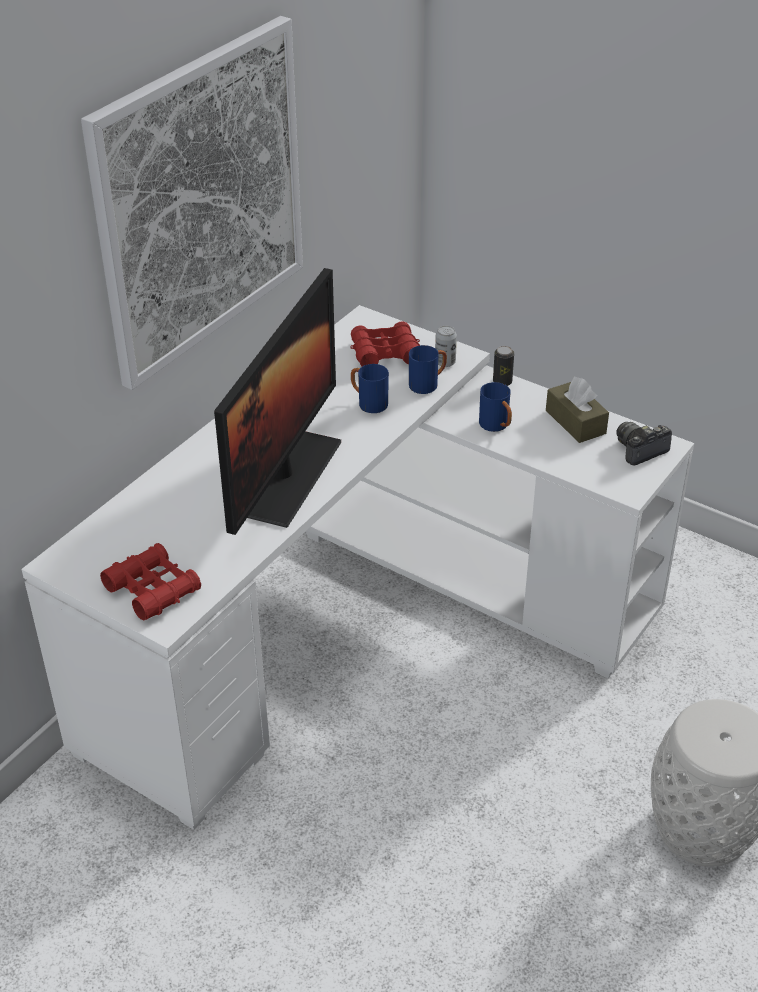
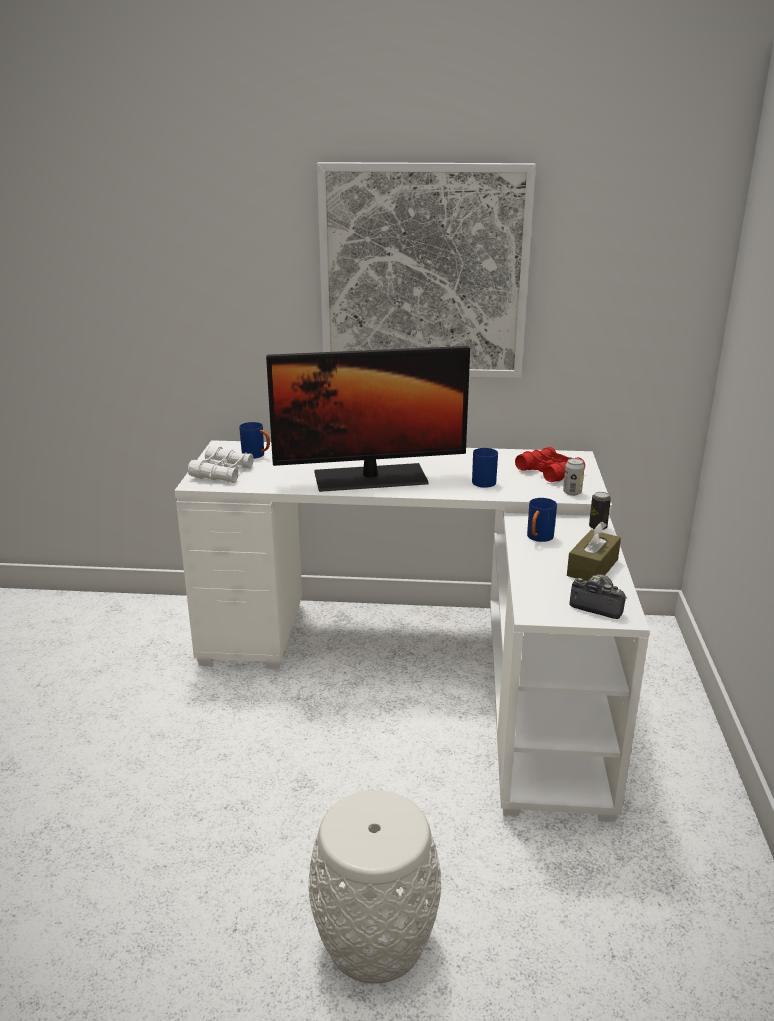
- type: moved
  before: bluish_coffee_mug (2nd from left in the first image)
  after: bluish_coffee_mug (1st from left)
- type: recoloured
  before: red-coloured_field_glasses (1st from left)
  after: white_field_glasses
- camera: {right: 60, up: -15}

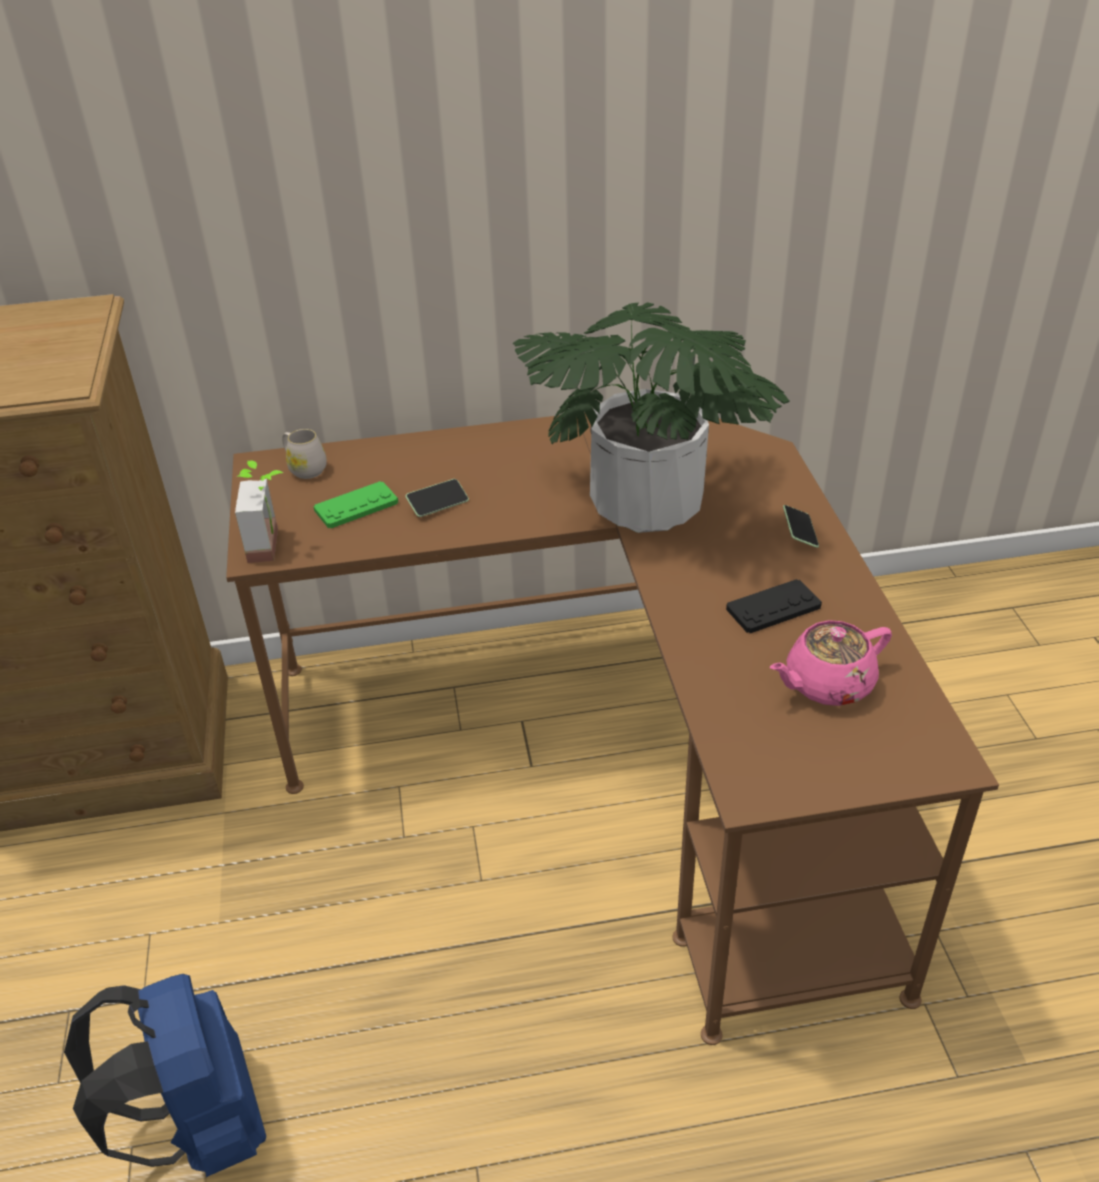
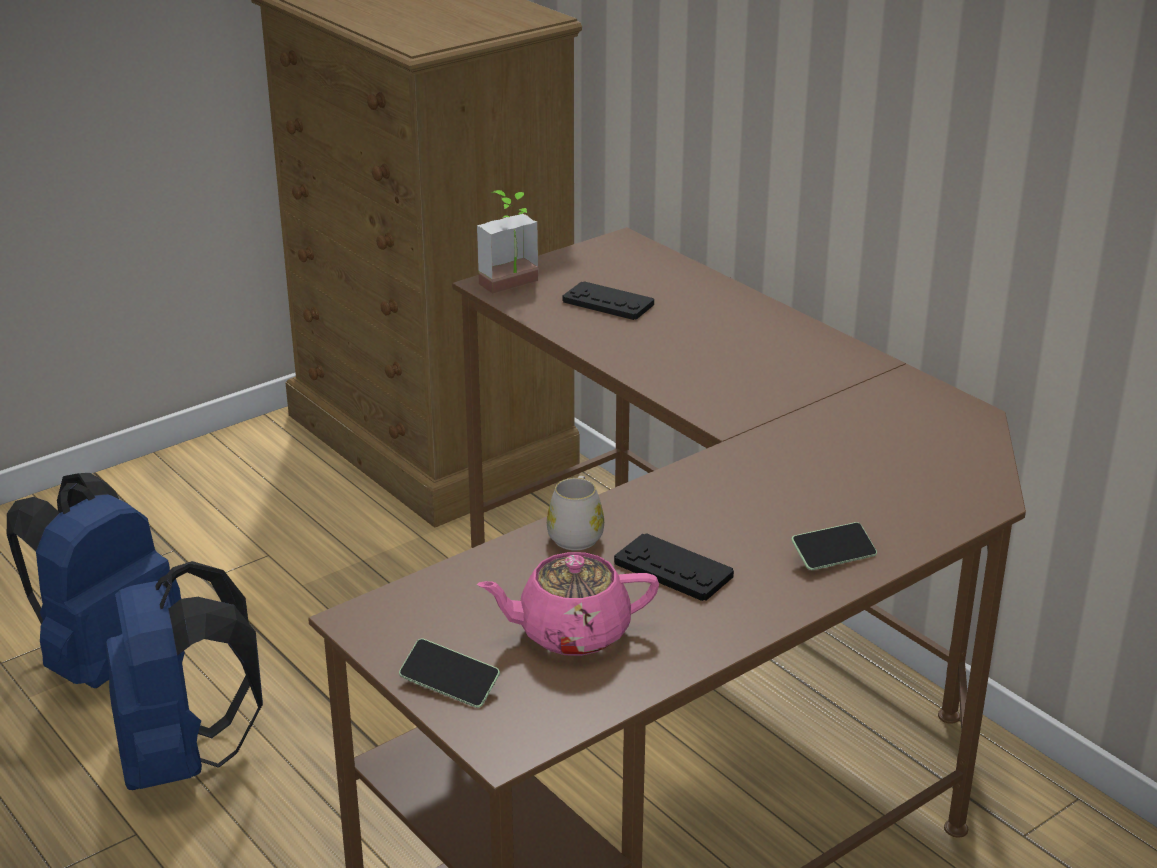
- type: removed
  before: houseplant (2nd from left)
- type: added
  after: bluish_rucksack (2nd from left)
- type: moved
  before: white_coffee_mug
- type: moved
  before: handset (1st from left)
- type: recoloured
  before: green_joypad
  after: black-coloured_joypad (1st from left)
- type: turned
  before: pink-coloured_tea_pot
  turn: -45
- camera: {right: 60, up: -10}

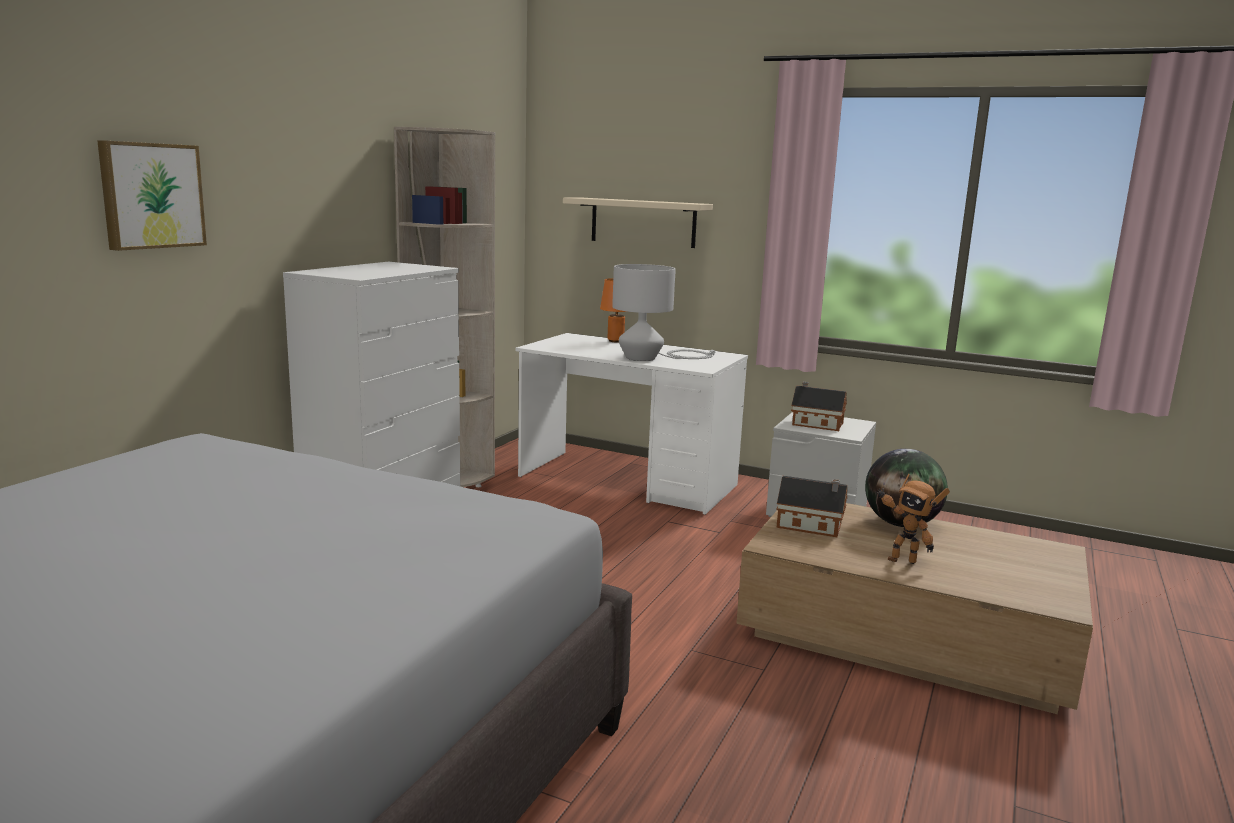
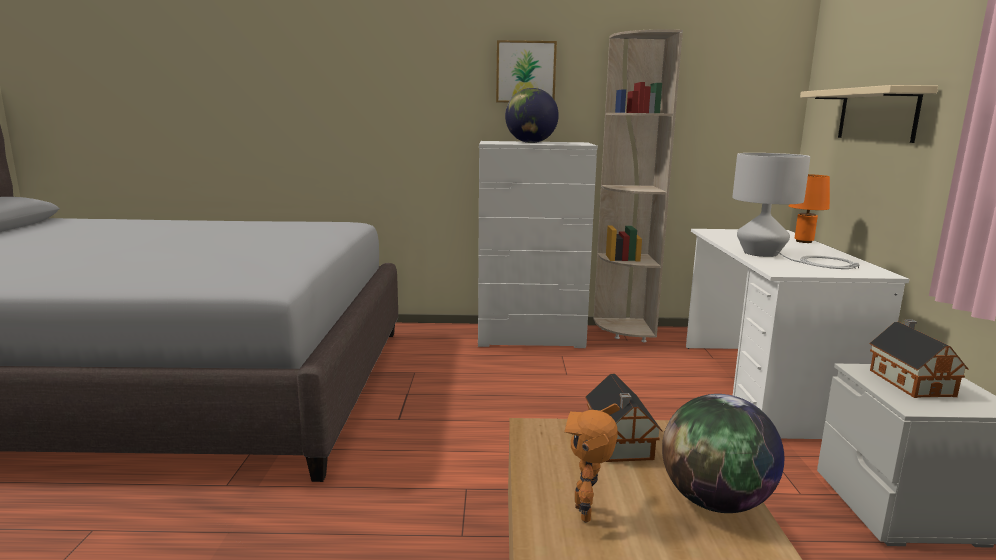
- type: added
  after: desk_globe (1st from left)
- type: moved
  before: wall_picture
- camera: {right: 65, up: 0}

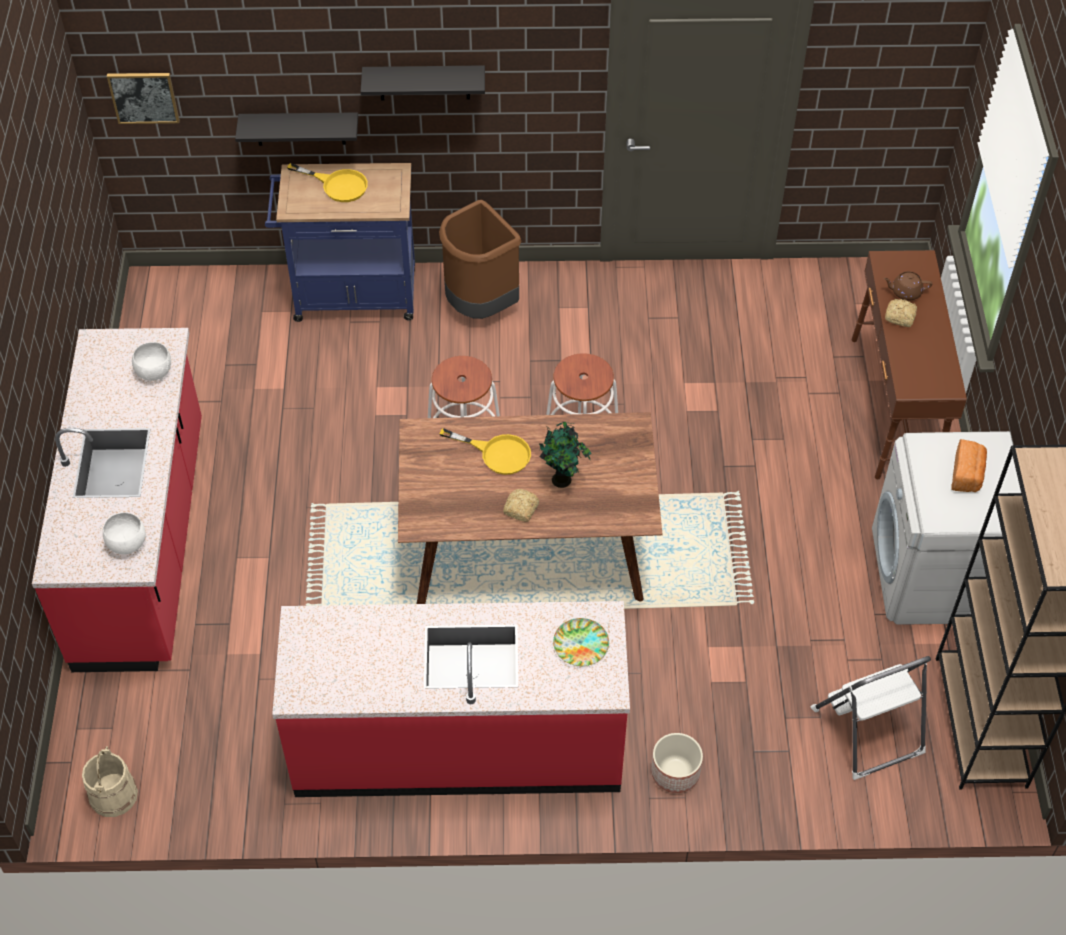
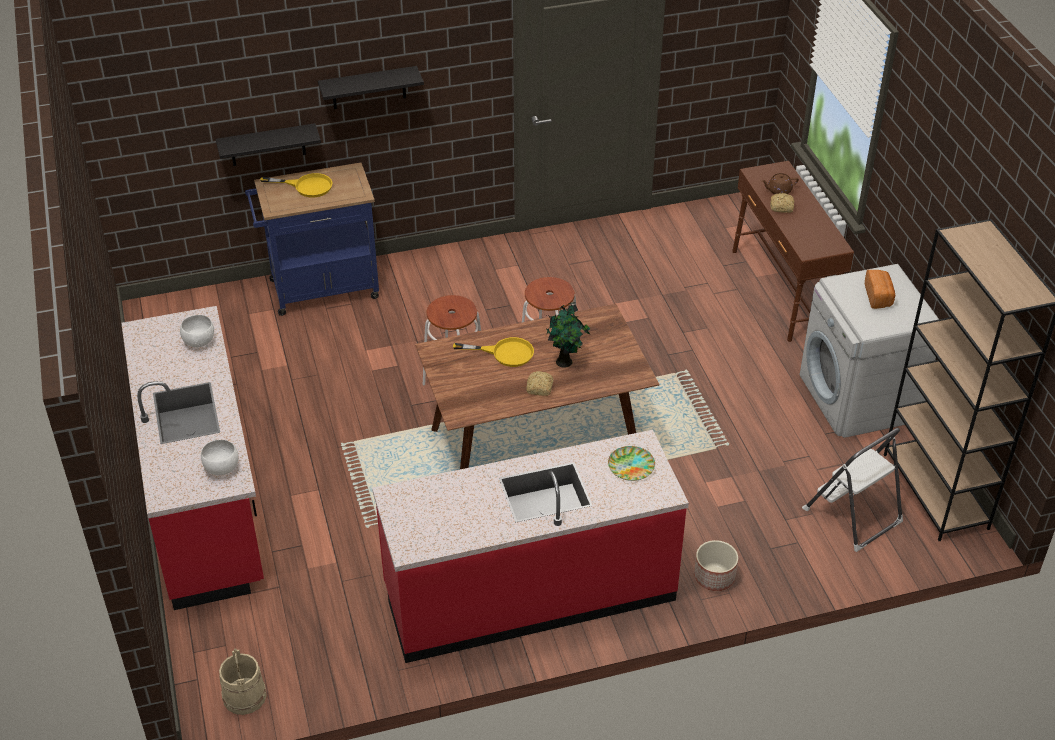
- type: removed
  before: wall_picture
- type: removed
  before: brown-coloured_rubbish_bin
- camera: {right: -15, up: -10}

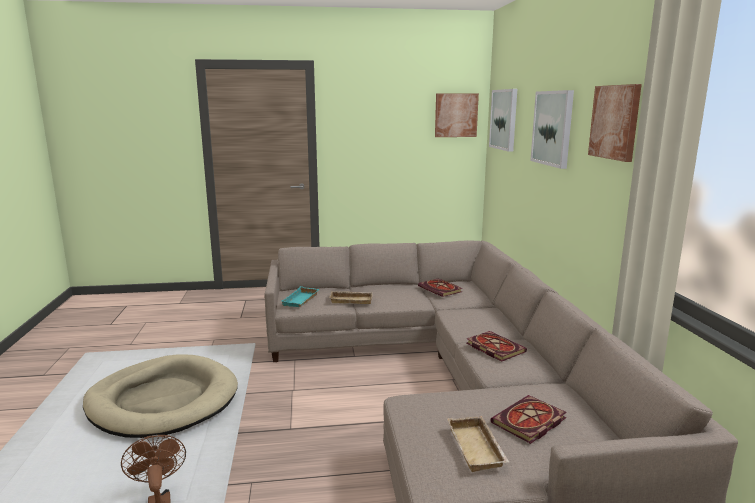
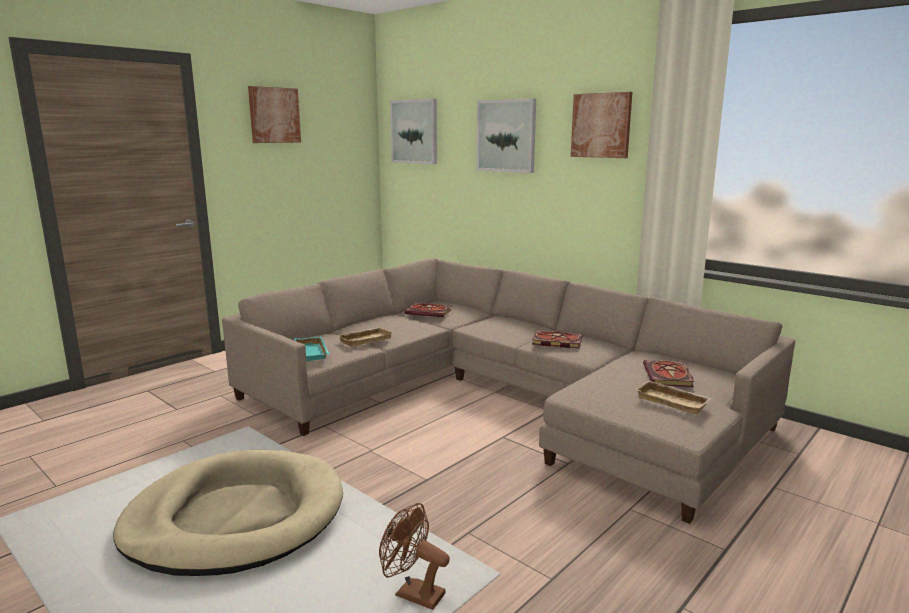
- type: moved
  before: wall_picture (1st from left)
- camera: {right: -40, up: 0}

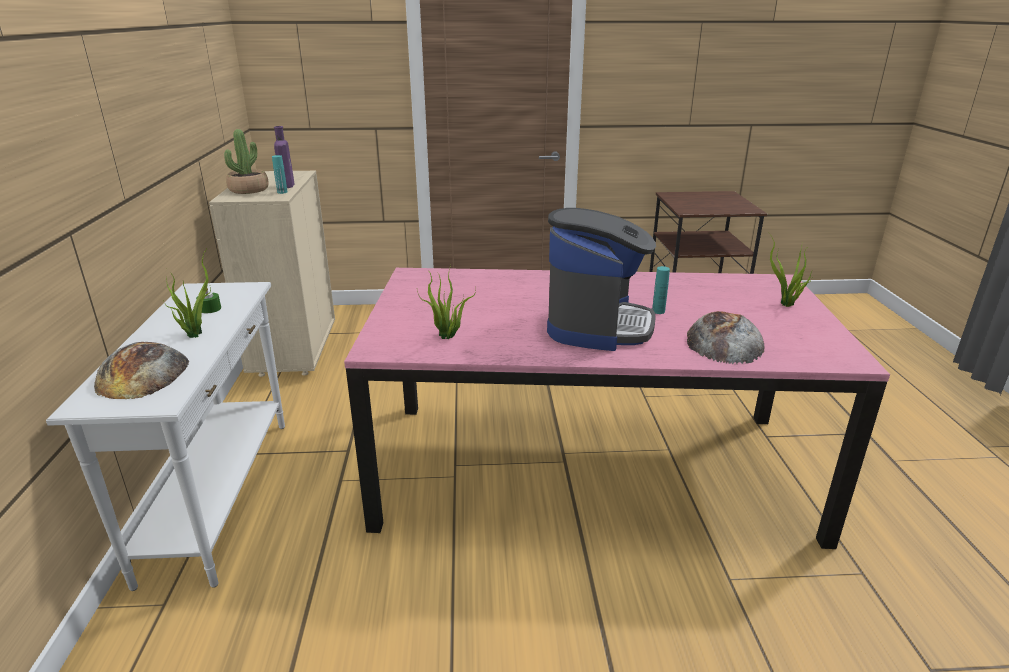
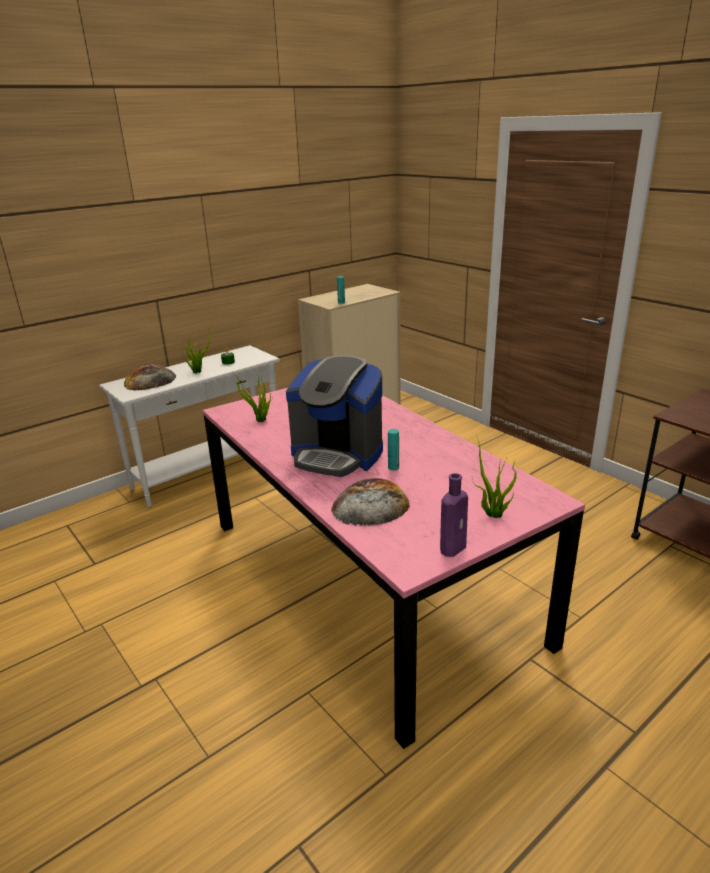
- type: removed
  before: houseplant (2nd from left)
- type: moved
  before: purple_bottle
- type: turned
  before: coffee_brewer
  turn: 45
- camera: {right: 55, up: 0}

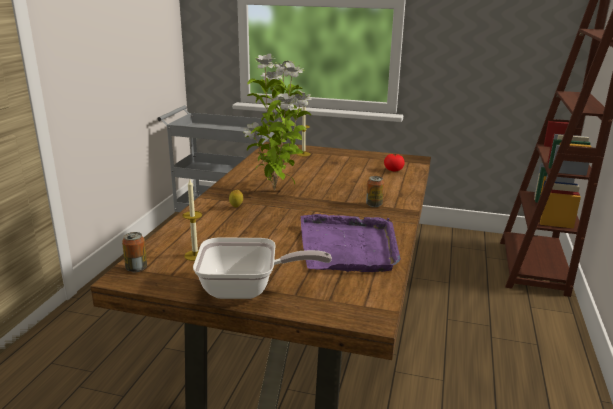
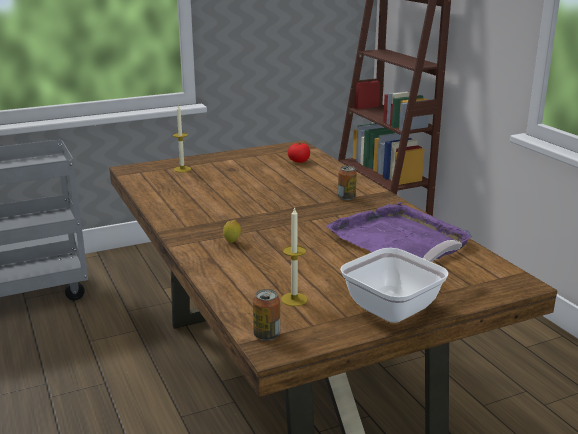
- type: removed
  before: houseplant
- camera: {right: -40, up: 0}

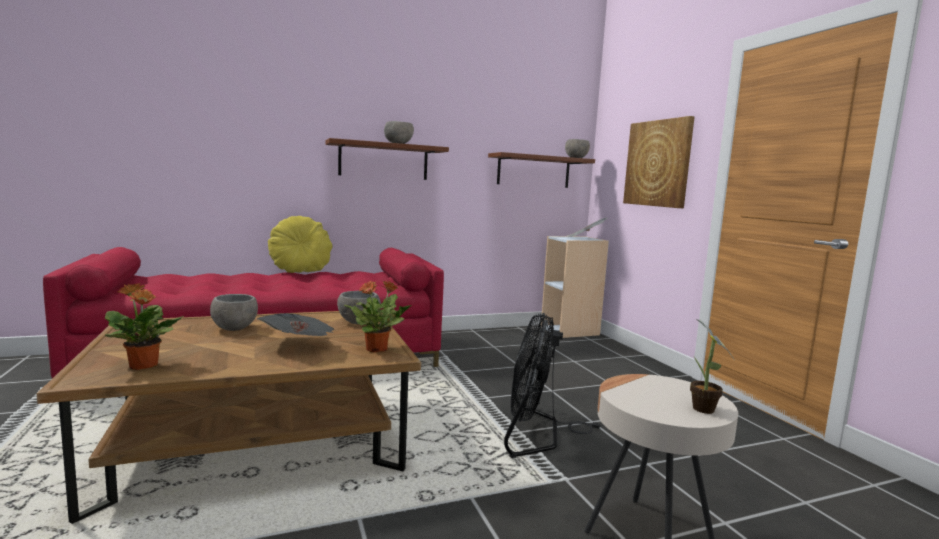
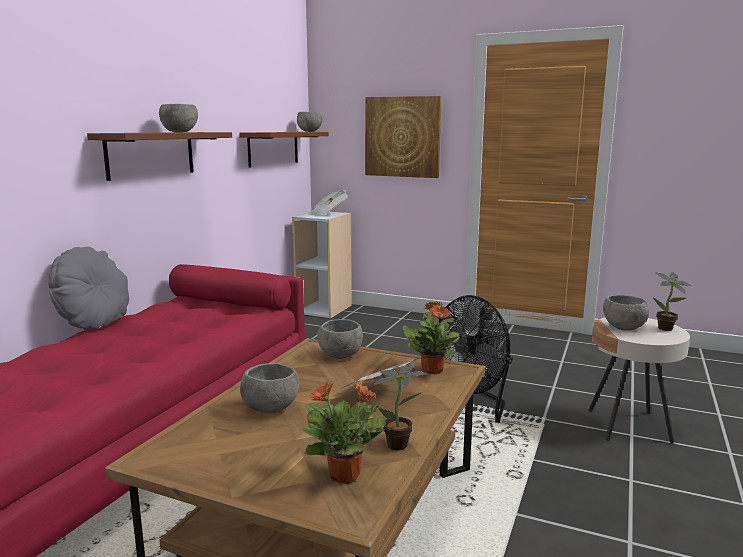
- type: added
  after: houseplant (2nd from left)
- type: added
  after: gray_bowl (5th from left)
- type: recoloured
  before: yellowish_pillow
  after: gray_pillow
- camera: {right: -45, up: 5}

